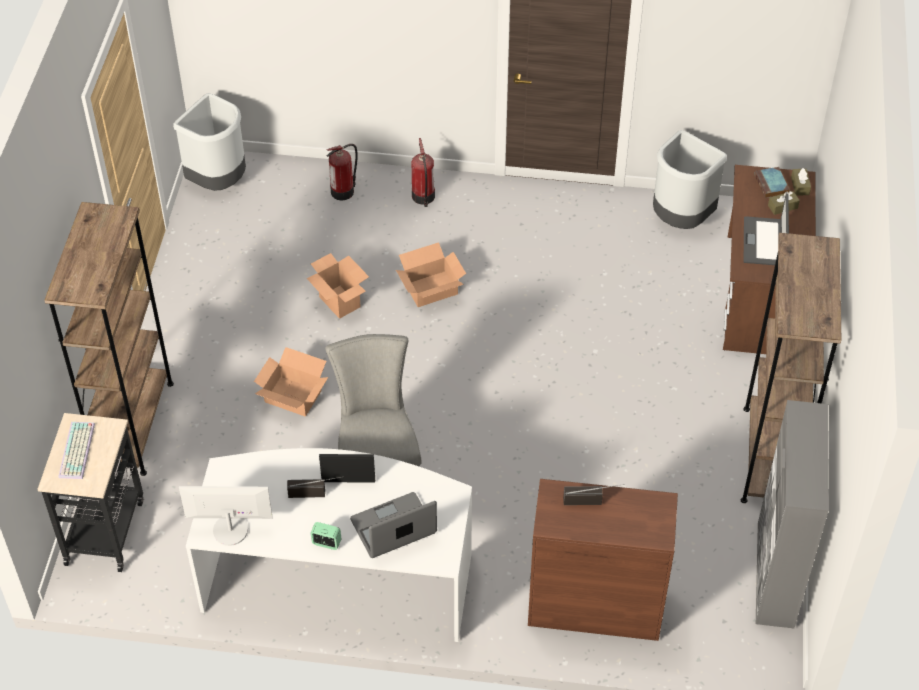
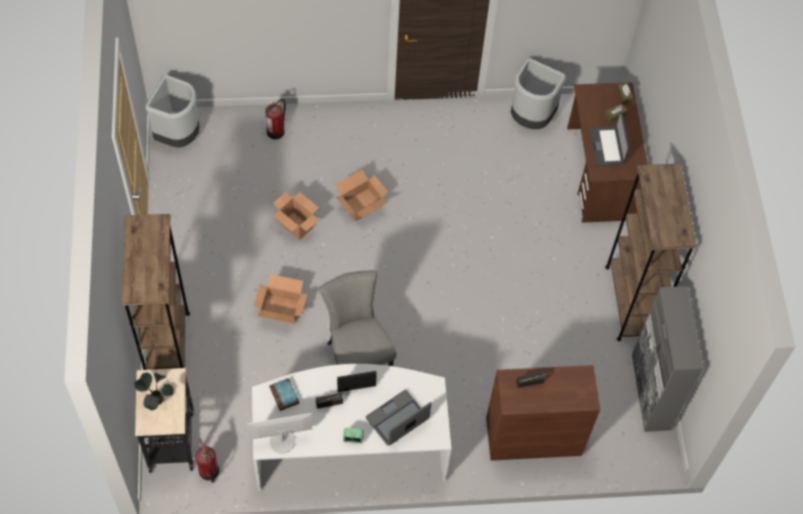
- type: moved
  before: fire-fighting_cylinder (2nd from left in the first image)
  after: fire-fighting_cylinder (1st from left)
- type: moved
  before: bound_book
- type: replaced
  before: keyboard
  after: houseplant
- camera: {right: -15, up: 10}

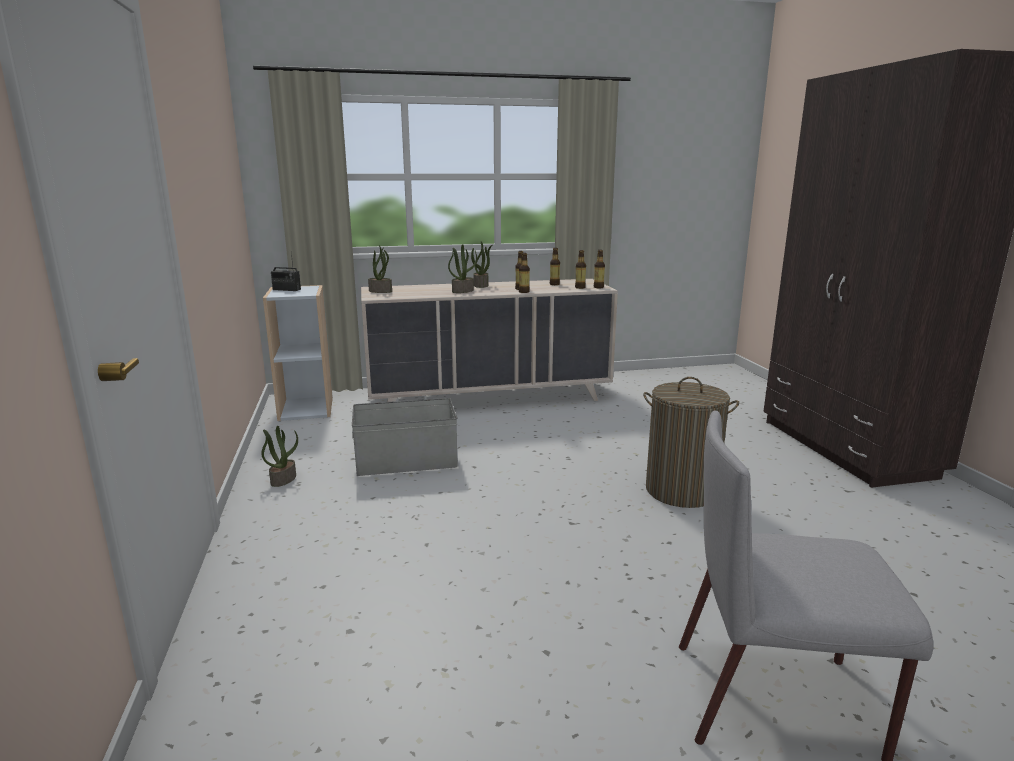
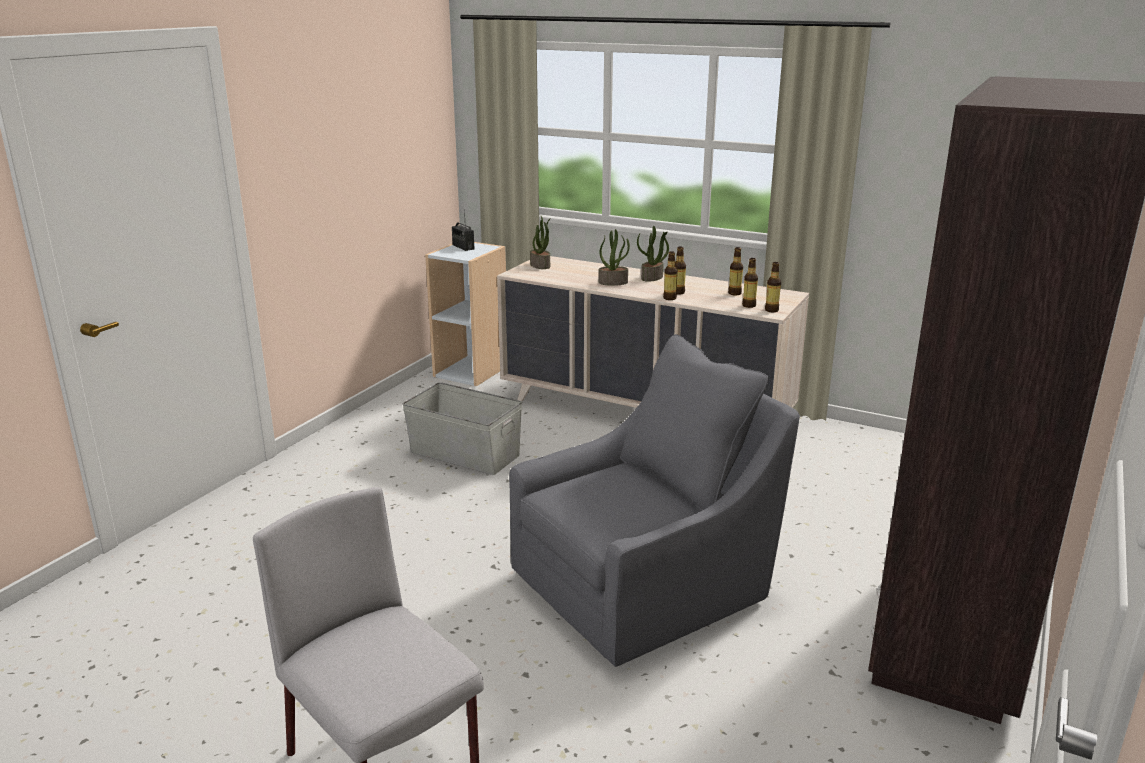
- type: removed
  before: houseplant (1st from left)
- type: replaced
  before: washing_basket
  after: gray_lounge_chair
- camera: {right: 40, up: 5}

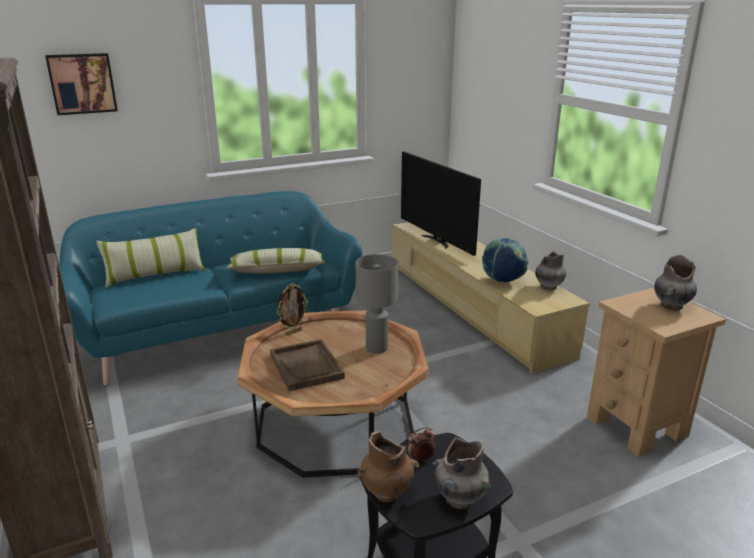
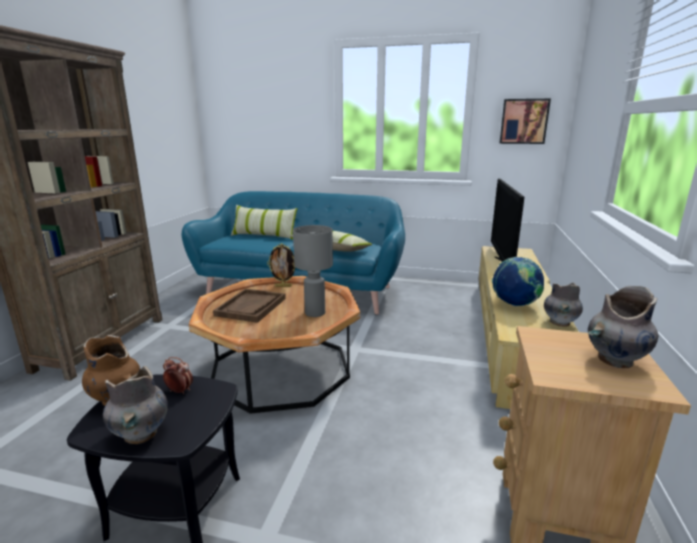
- type: moved
  before: wall_picture
- camera: {right: 40, up: -5}

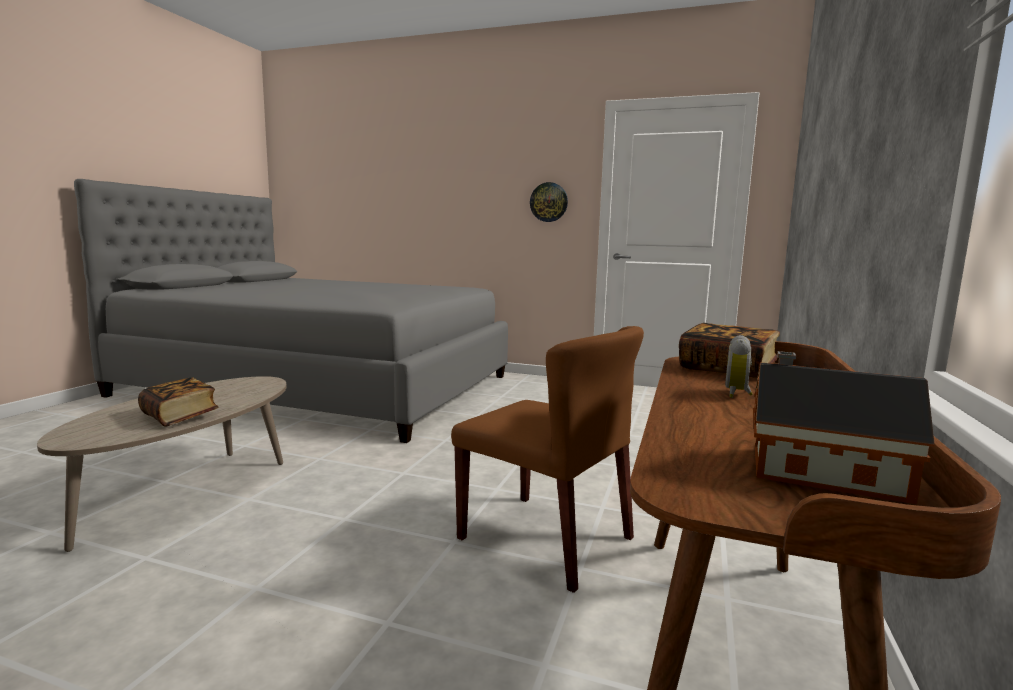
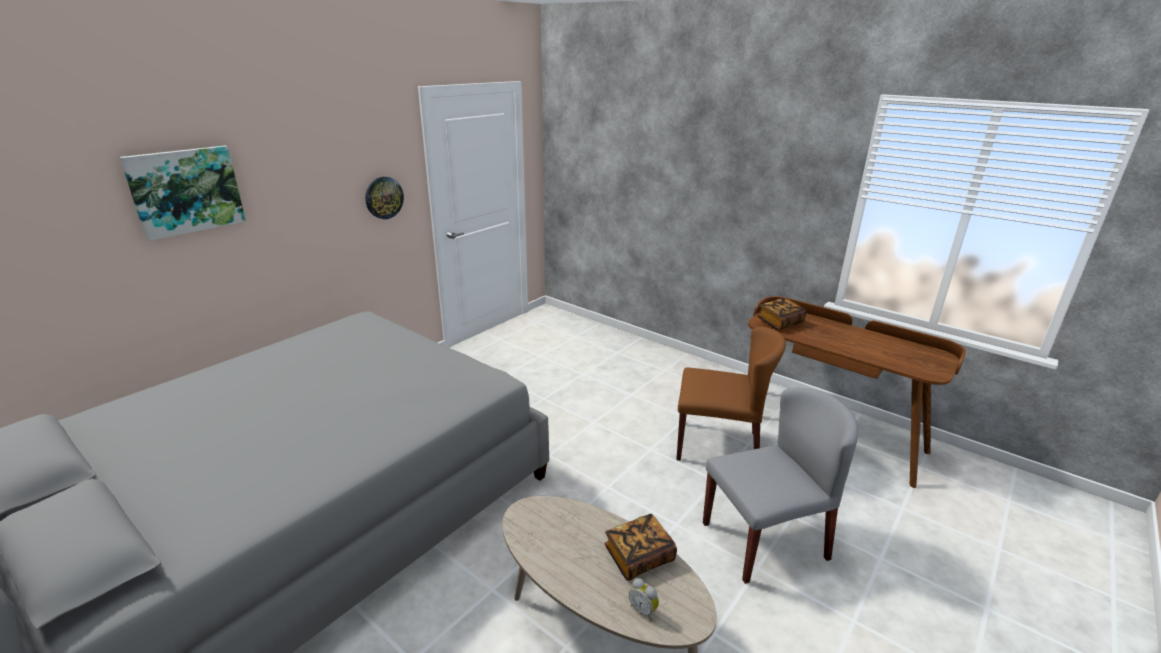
- type: removed
  before: toy_house
- type: added
  after: wall_picture
- type: added
  after: gray_upright_chair
- type: moved
  before: alarm_clock
- type: turned
  before: brown-coloured_upright_chair
  turn: 45
- camera: {right: -70, up: 15}

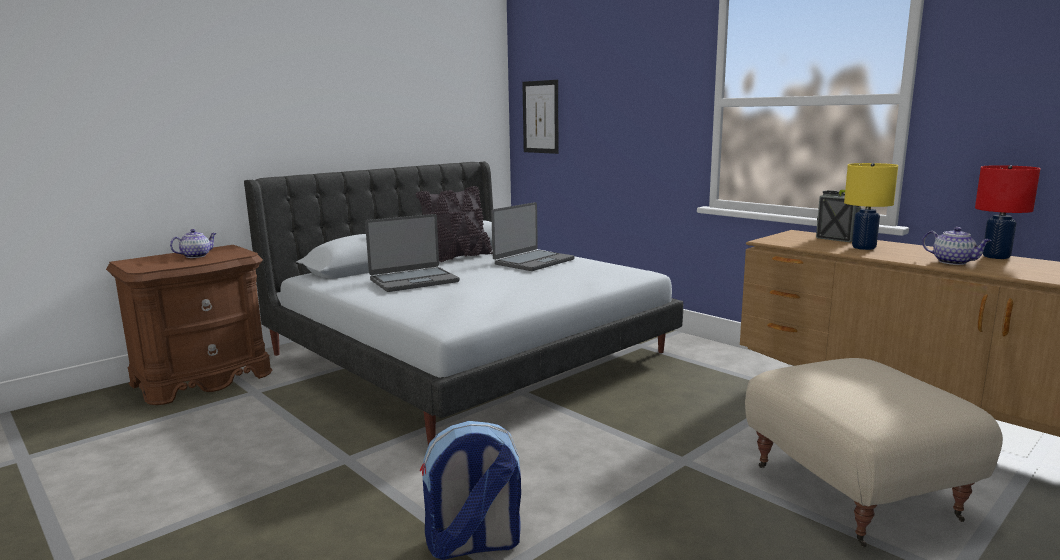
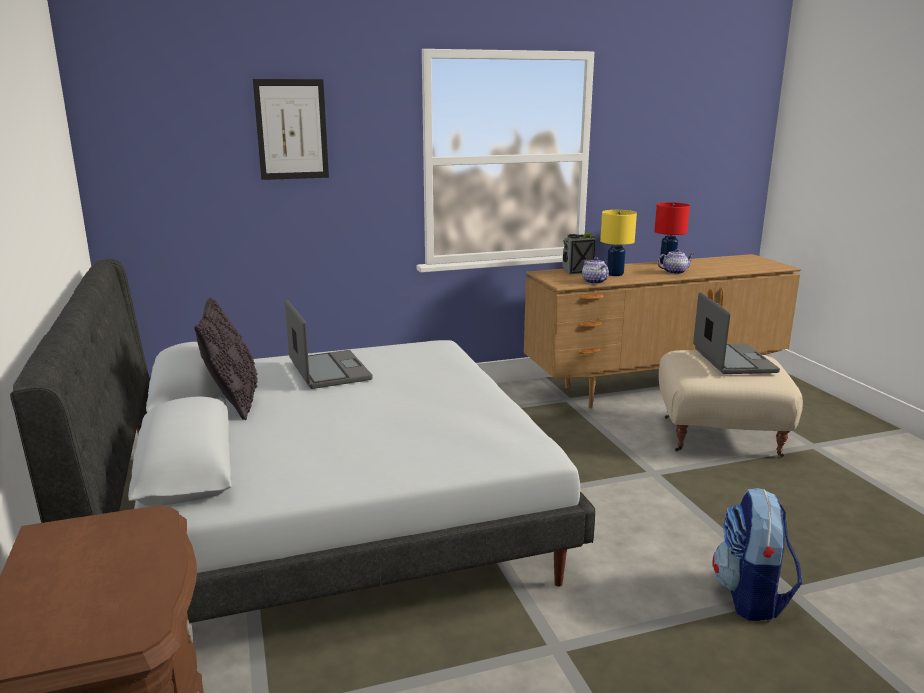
- type: moved
  before: tea_pot (1st from left)
- type: moved
  before: laptop (1st from left in the first image)
  after: laptop (2nd from left)
- type: moved
  before: wall_picture
- camera: {right: -65, up: 5}

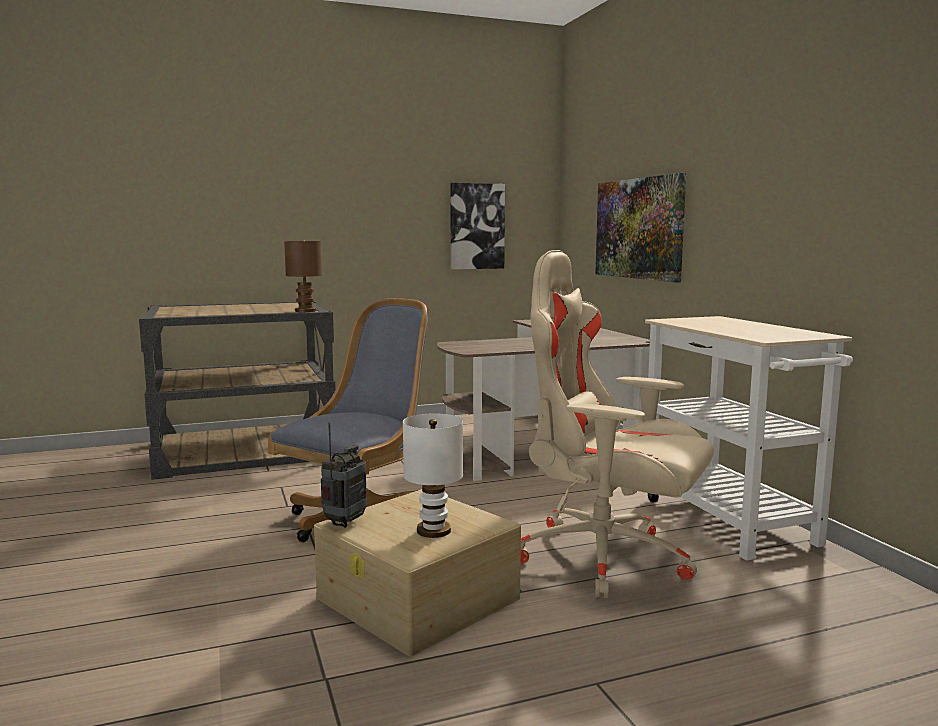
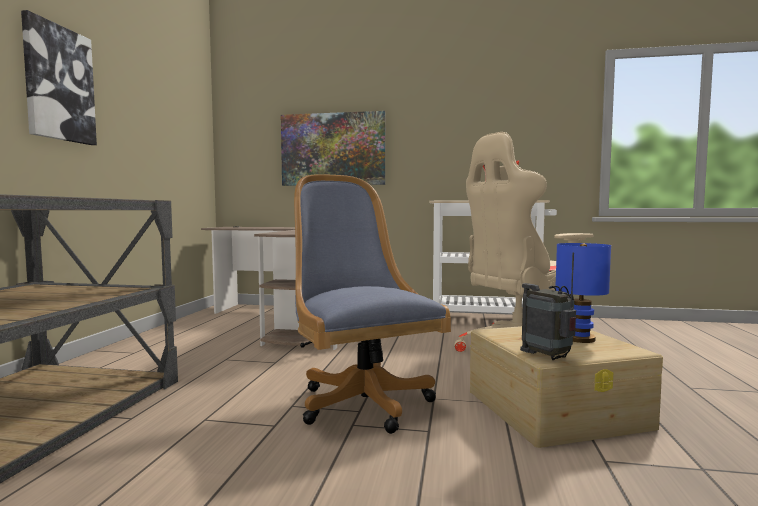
- type: removed
  before: brown-coloured_table_lamp
- type: moved
  before: wall_picture (1st from left)
- type: recoloured
  before: white_table_lamp
  after: bluish_table_lamp
- camera: {right: -60, up: -5}

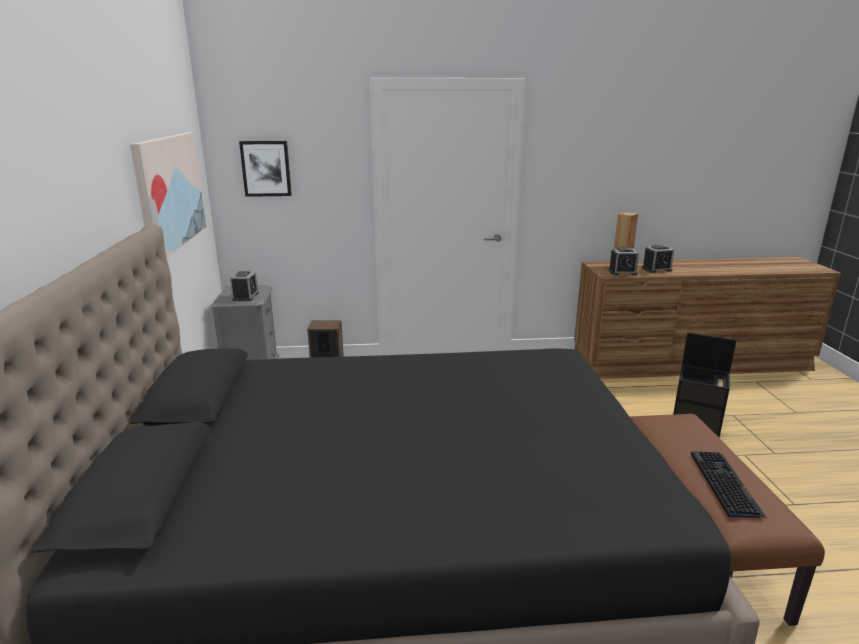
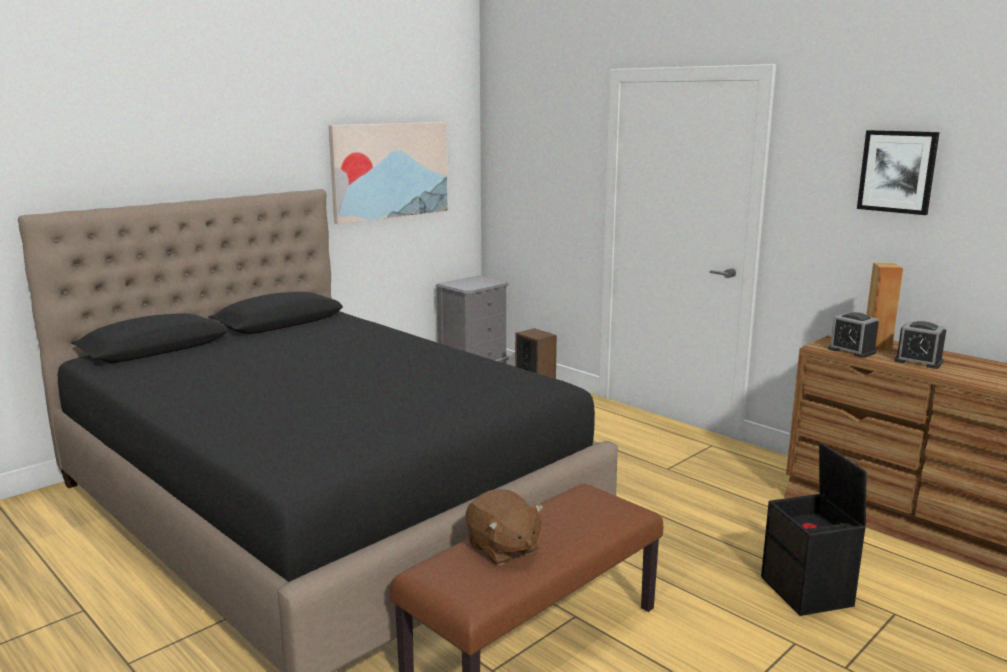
- type: removed
  before: alarm_clock (1st from left)
- type: moved
  before: wall_picture (2nd from left)
- type: replaced
  before: keyboard
  after: brown-coloured_cuddly_toy
- camera: {right: 50, up: -5}

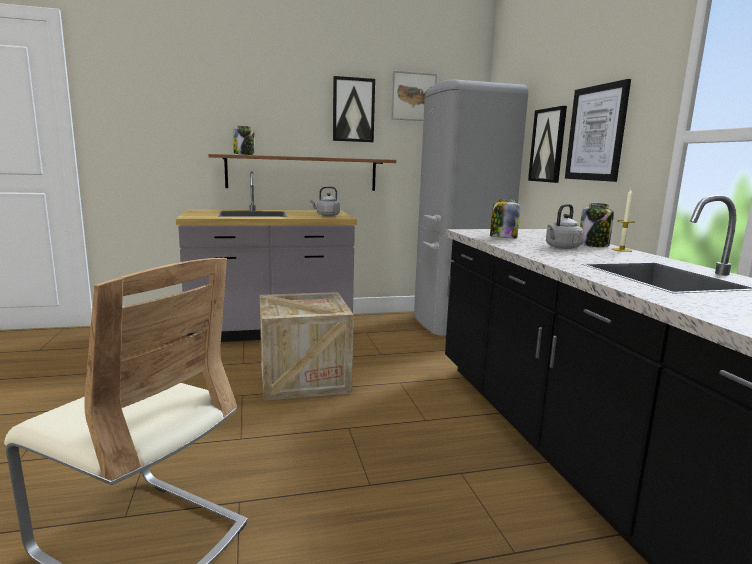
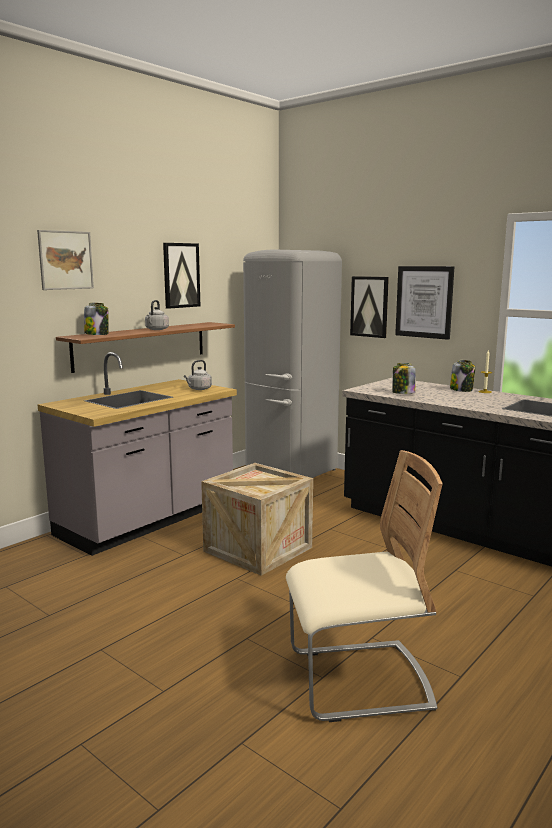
- type: moved
  before: wall_picture (2nd from left in the first image)
  after: wall_picture (1st from left)
- type: moved
  before: gray_kettle (2nd from left in the first image)
  after: gray_kettle (1st from left)
- camera: {right: -35, up: 0}

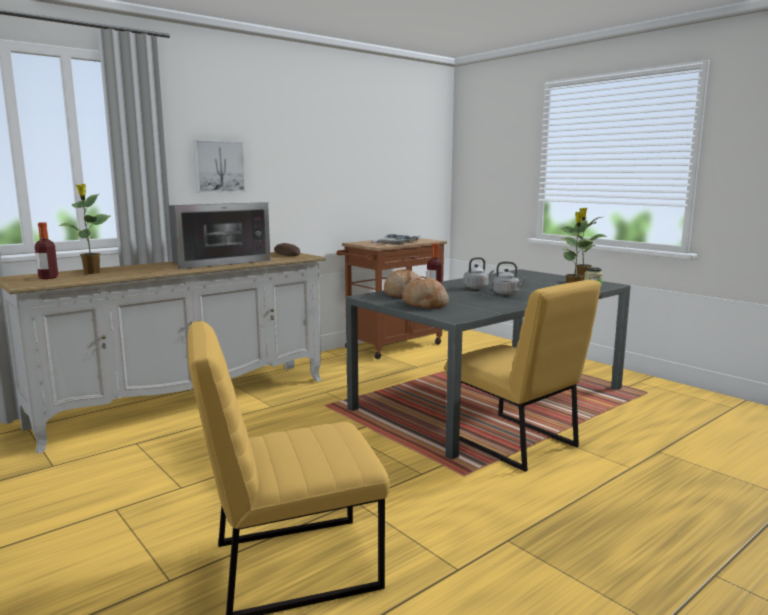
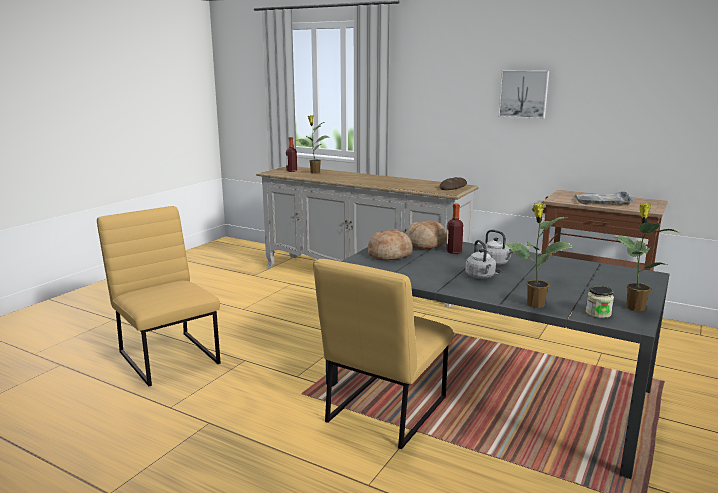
- type: removed
  before: kitchen_microwave
- type: moved
  before: wall_picture
- camera: {right: 70, up: 5}

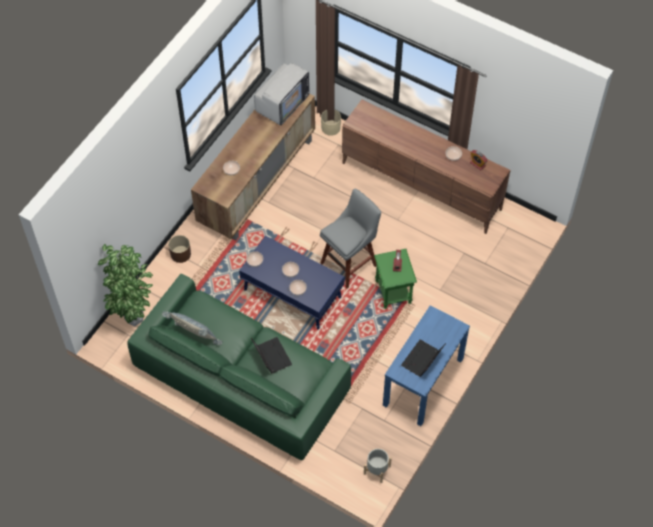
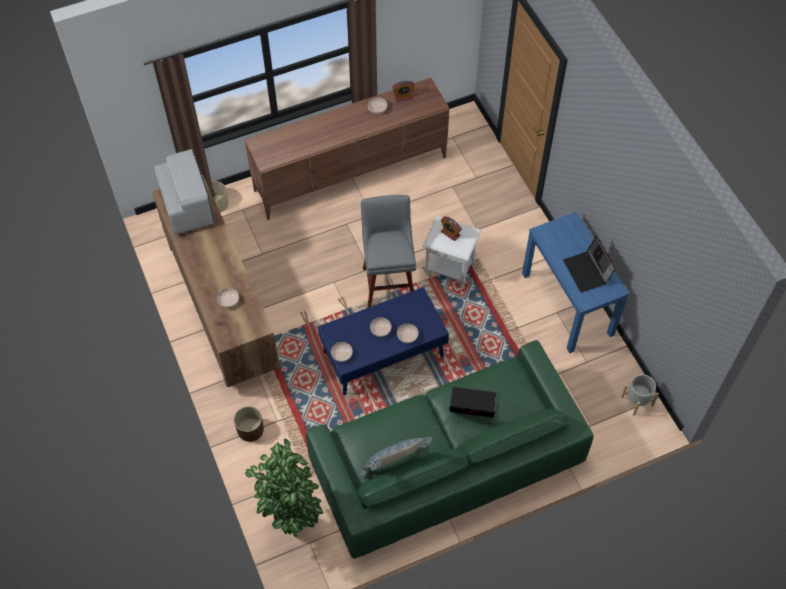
- type: recoloured
  before: green_side_table
  after: white_side_table
- camera: {right: -55, up: 0}

